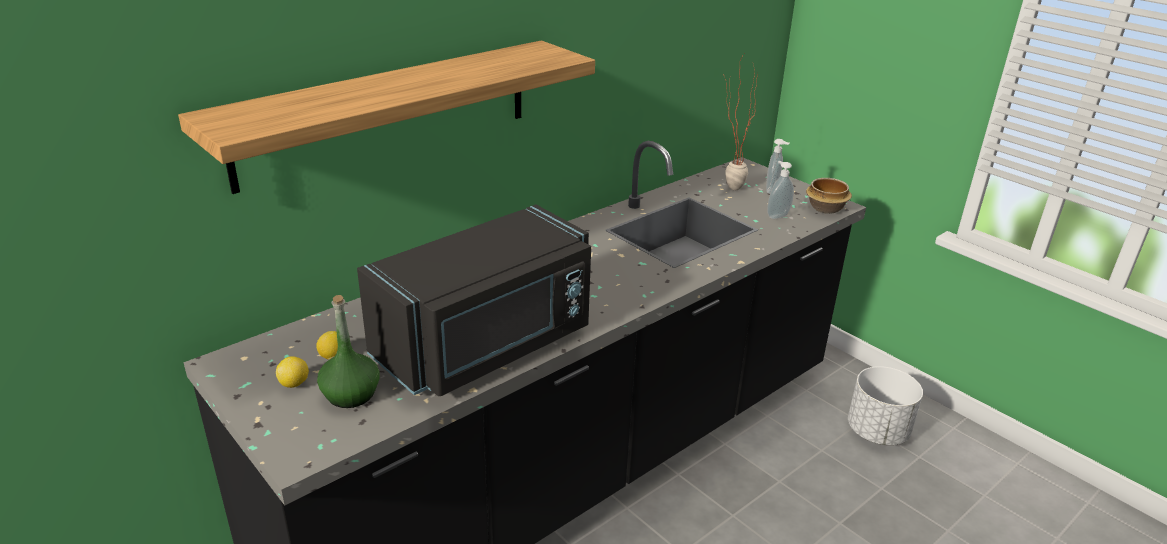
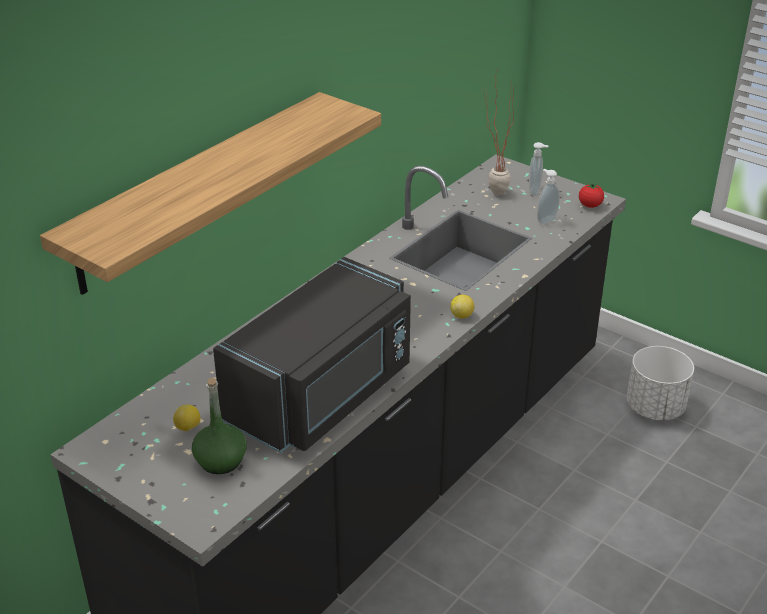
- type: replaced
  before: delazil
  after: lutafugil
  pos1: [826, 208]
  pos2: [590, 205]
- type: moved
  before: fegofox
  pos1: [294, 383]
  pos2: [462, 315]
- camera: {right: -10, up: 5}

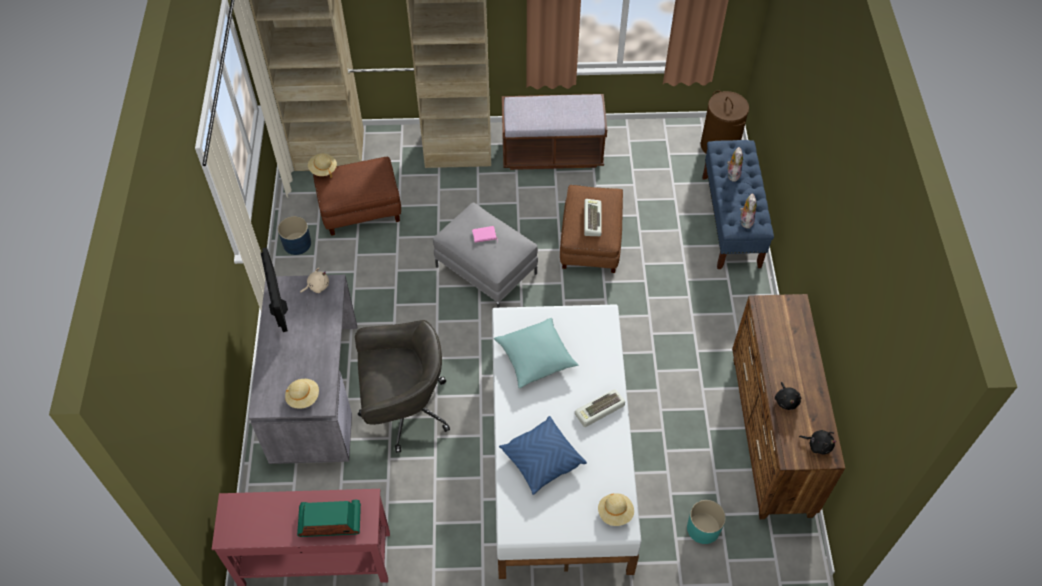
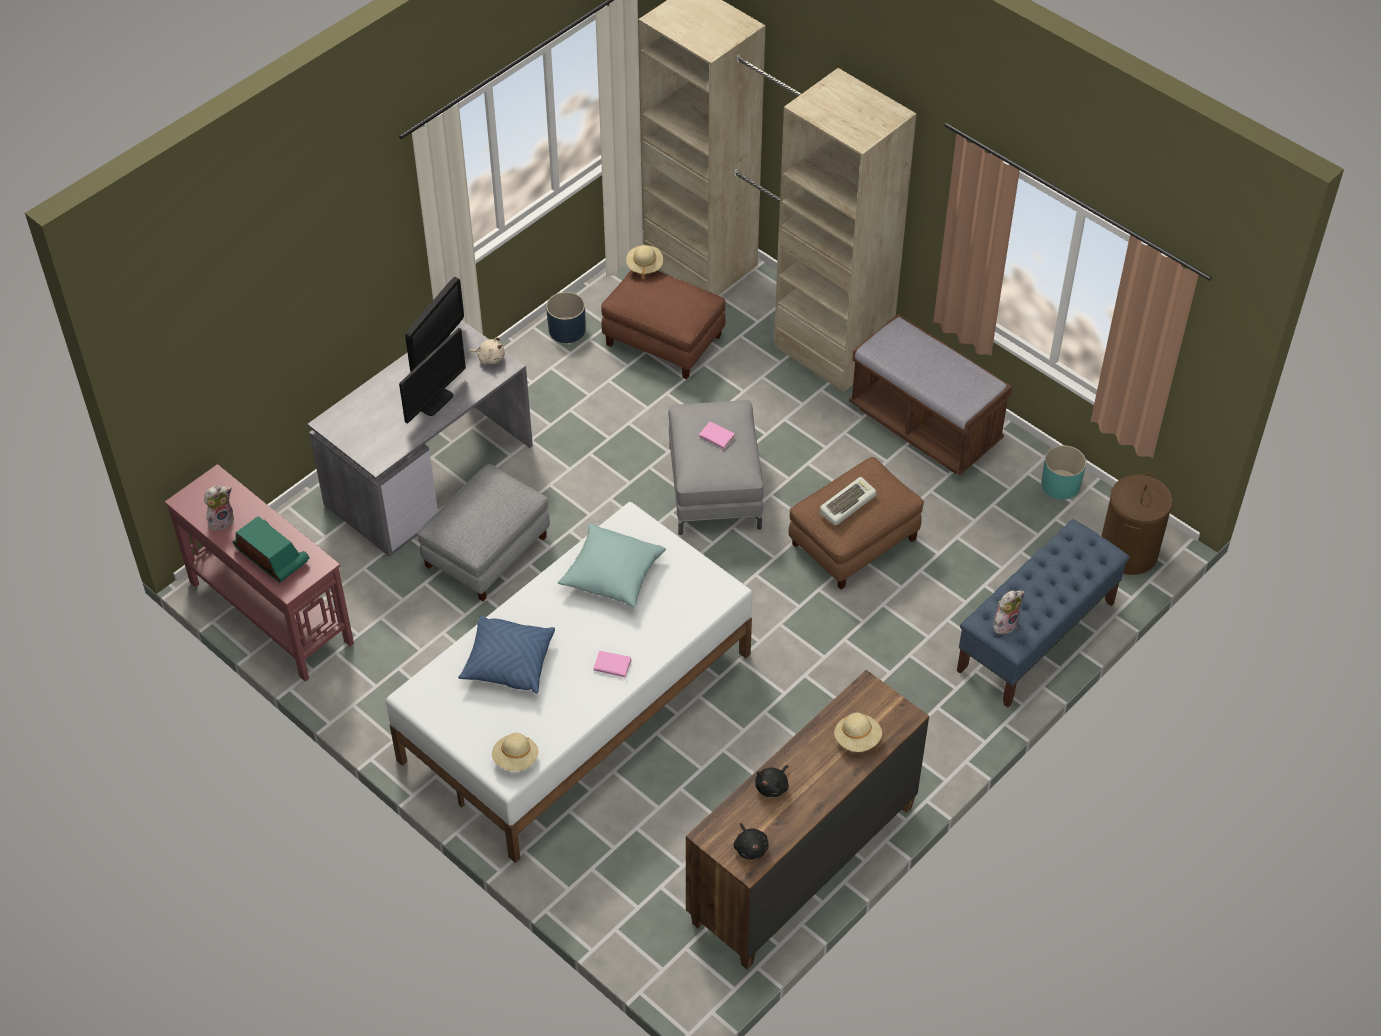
- type: moved
  before: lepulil
  pos1: [732, 174]
  pos2: [221, 520]
- type: replaced
  before: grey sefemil
  after: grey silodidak
  pos1: [404, 409]
  pos2: [487, 552]
- type: moved
  before: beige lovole
  pos1: [303, 397]
  pos2: [857, 739]
- type: replaced
  before: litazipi
  after: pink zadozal
  pos1: [599, 411]
  pos2: [612, 666]
- type: moved
  before: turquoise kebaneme
  pos1: [703, 528]
  pos2: [1060, 485]
- type: added
  after: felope
  pos2: [434, 400]
- camera: {right: 45, up: -5}

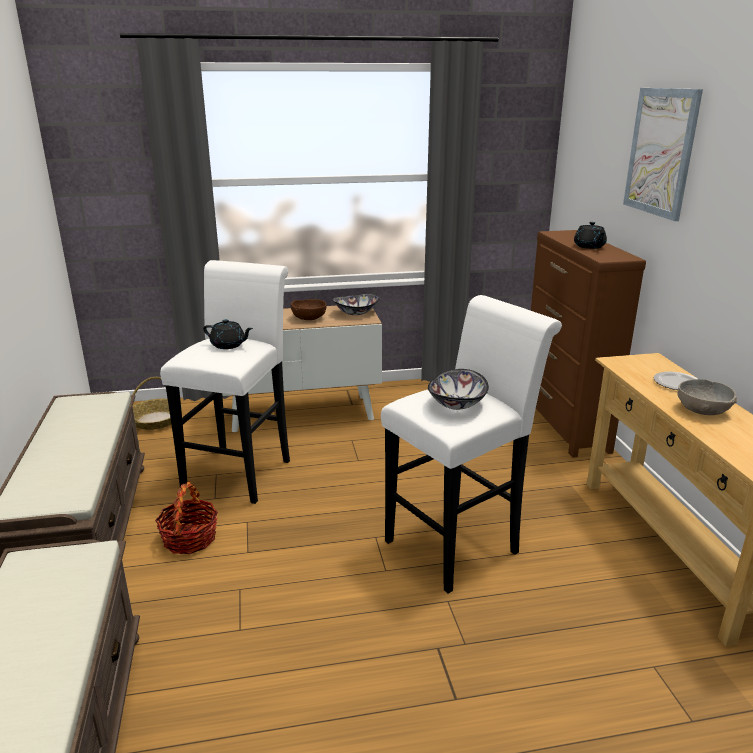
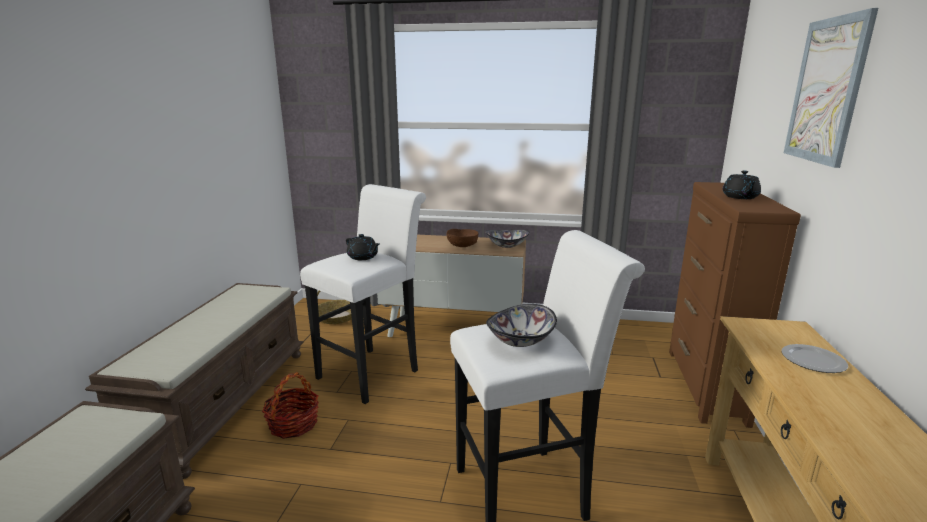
- type: removed
  before: grey delazil
  pos1: [702, 410]
- camera: {right: 20, up: -5}

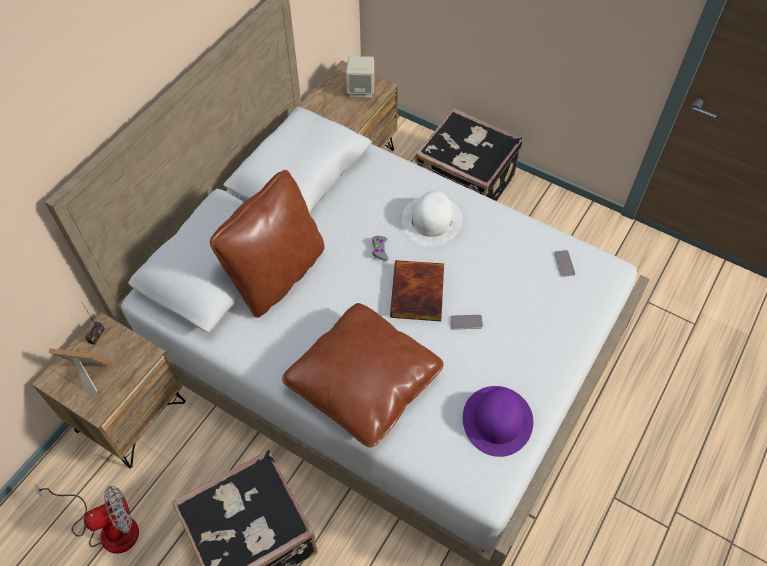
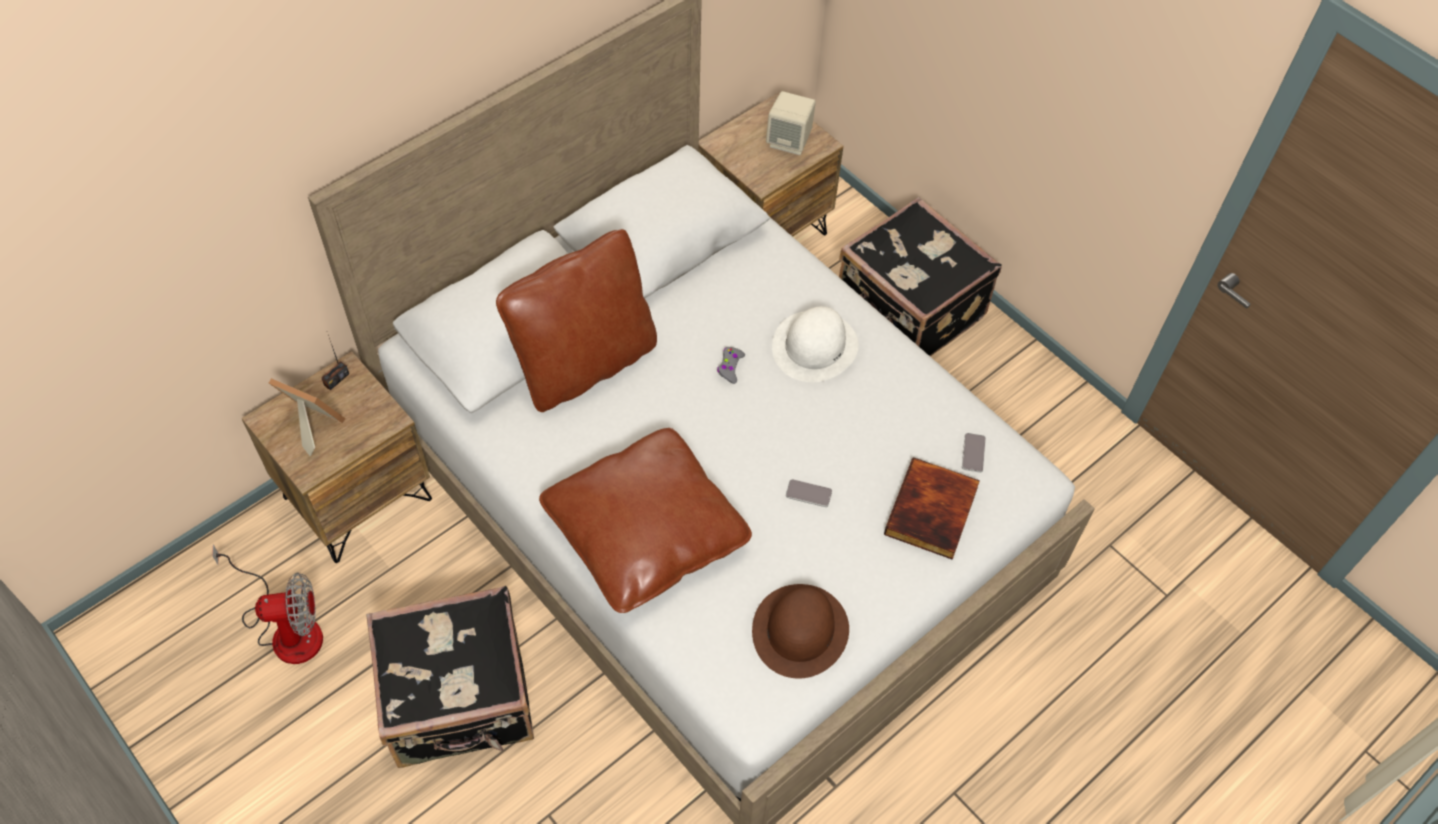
- type: moved
  before: zadozal
  pos1: [419, 293]
  pos2: [933, 512]
- type: recoloured
  before: purple lovole
  after: brown lovole
  pos1: [497, 420]
  pos2: [800, 630]
- camera: {right: 15, up: 0}

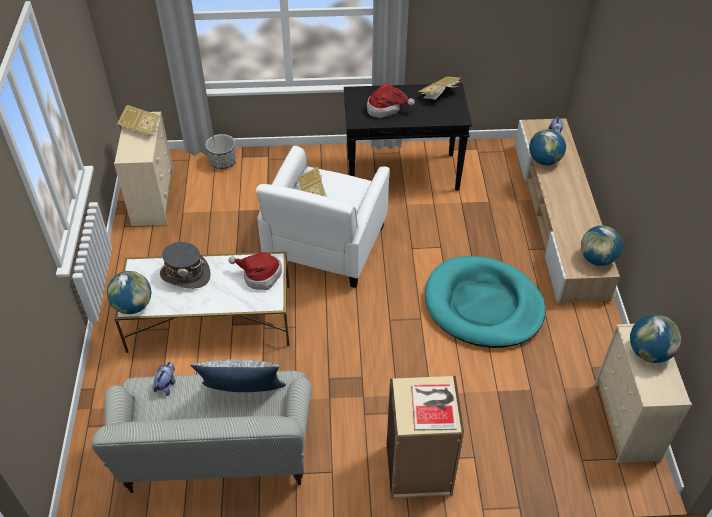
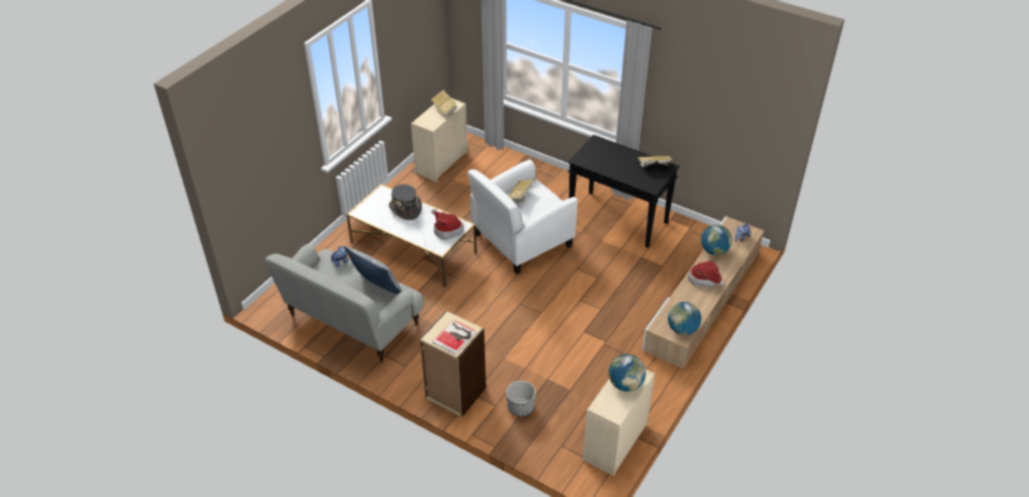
- type: moved
  before: lovole
  pos1: [386, 108]
  pos2: [705, 280]
- type: moved
  before: kebaneme
  pos1: [223, 162]
  pos2: [521, 407]
- type: removed
  before: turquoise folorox
  pos1: [483, 305]
- type: removed
  before: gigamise
  pos1: [133, 306]
- camera: {right: 35, up: -5}

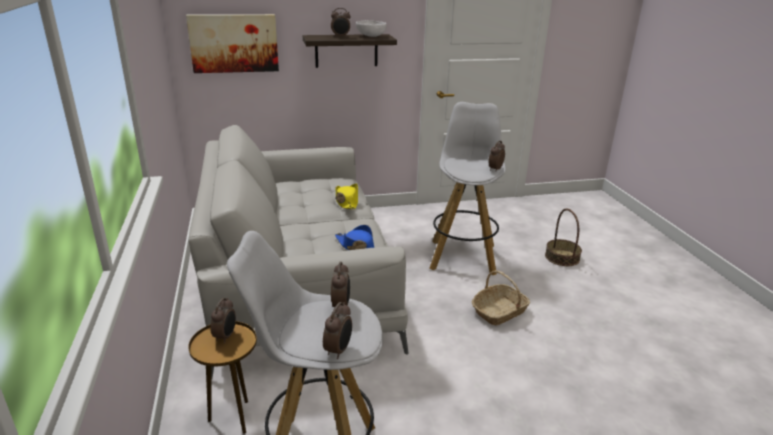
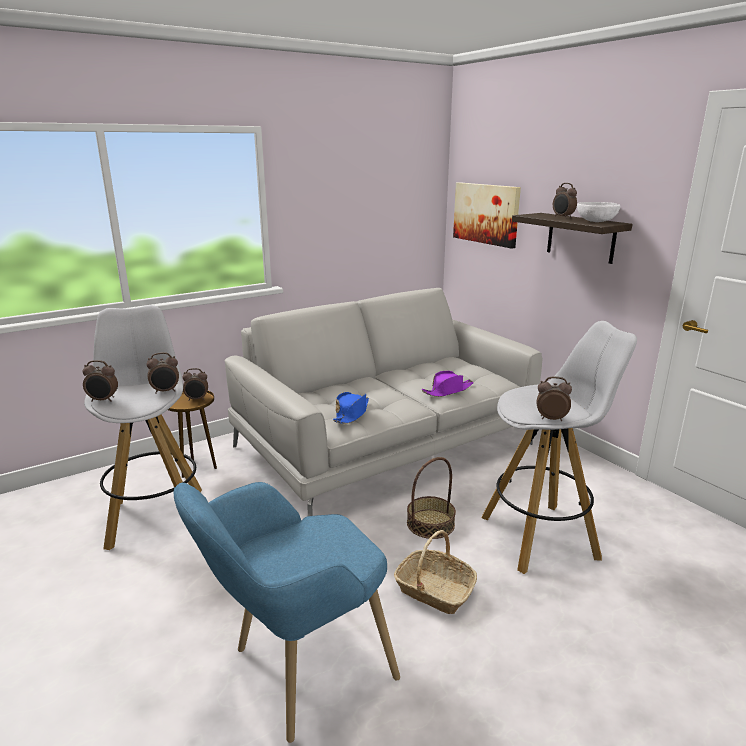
- type: recoloured
  before: yellow lovole
  after: purple lovole
  pos1: [347, 202]
  pos2: [448, 391]
- type: moved
  before: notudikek
  pos1: [562, 257]
  pos2: [430, 523]
- type: added
  after: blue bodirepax
  pos2: [296, 674]
- camera: {right: 70, up: -5}

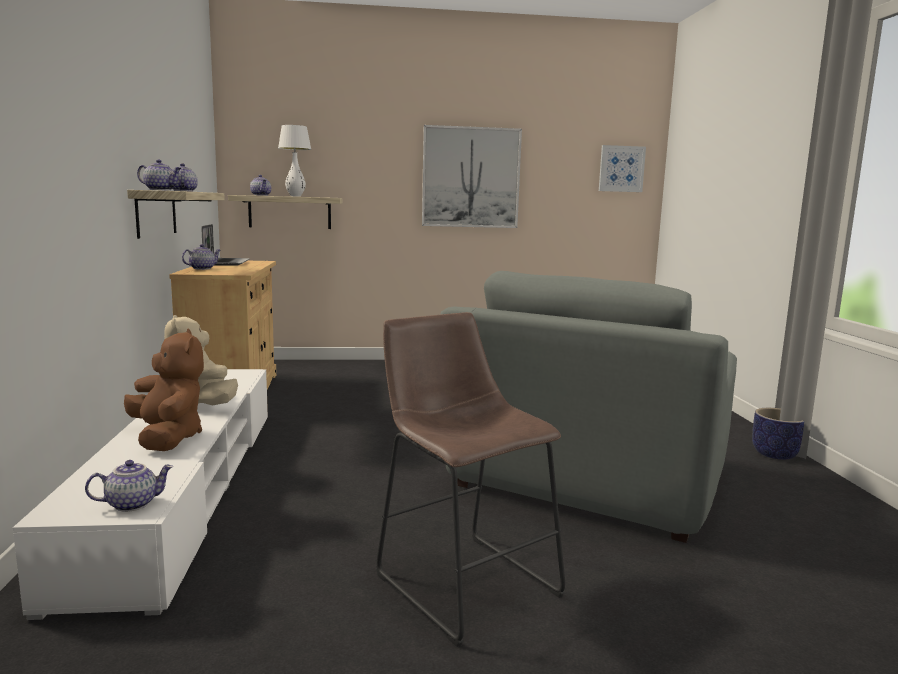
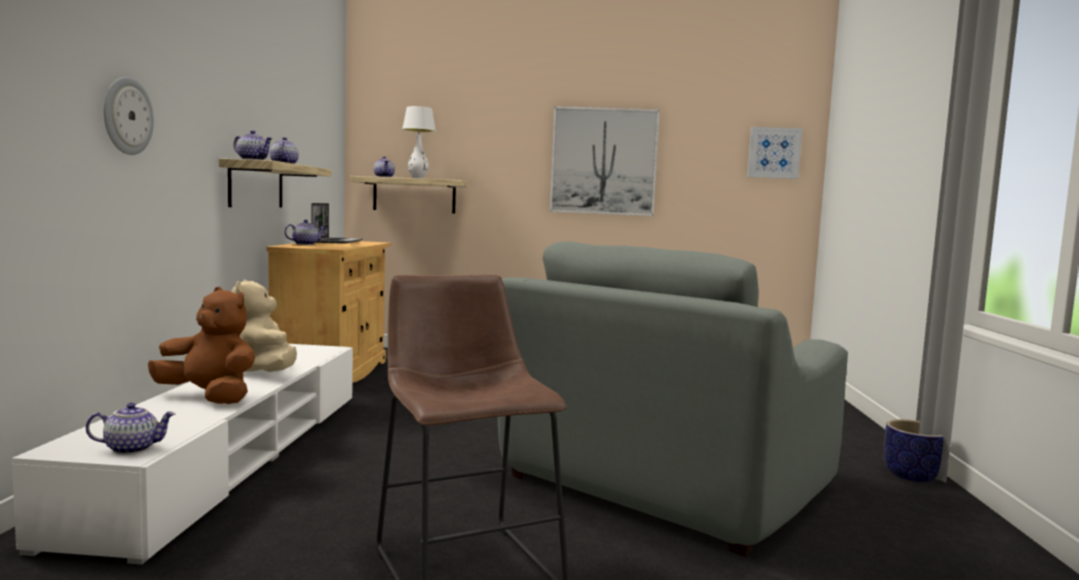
- type: turned
  before: brown lepulil
  pos1: [167, 438]
  pos2: [209, 398]
  turn: -45
- type: added
  after: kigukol
  pos2: [127, 116]
- camera: {right: 10, up: -5}

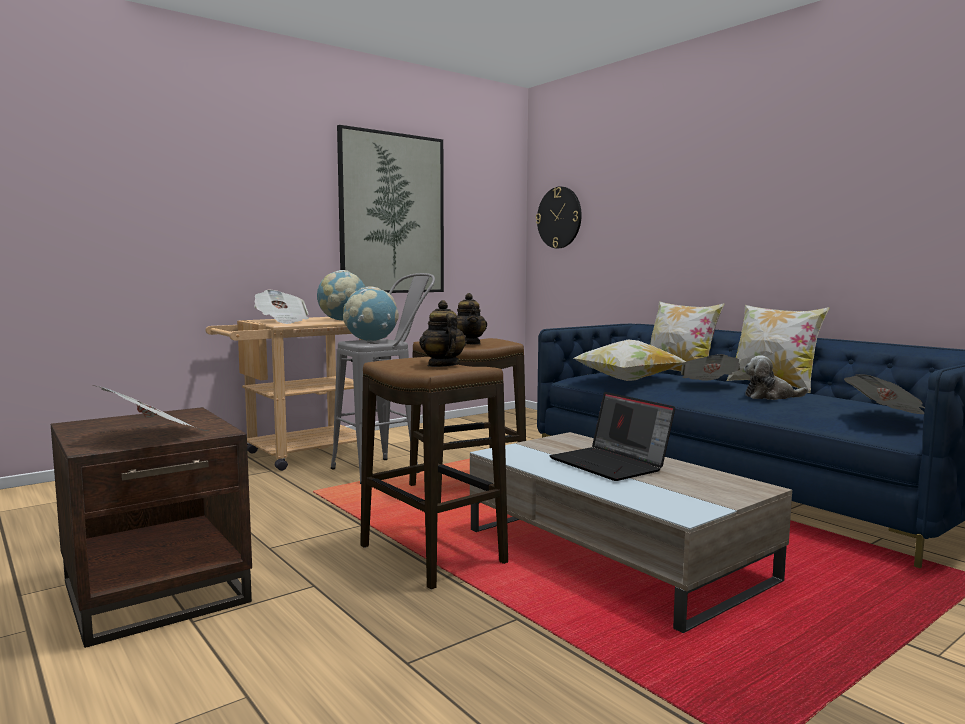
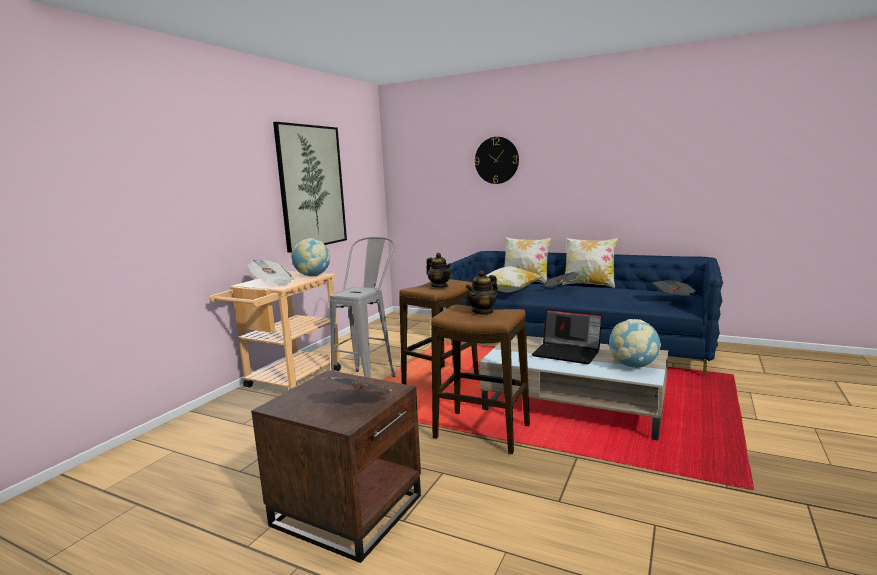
- type: moved
  before: kigukol
  pos1: [559, 217]
  pos2: [496, 160]
- type: moved
  before: gigamise
  pos1: [371, 341]
  pos2: [633, 366]
- type: turned
  before: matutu
  pos1: [443, 365]
  pos2: [483, 312]
  turn: -90
- type: removed
  before: lepulil
  pos1: [770, 397]
- camera: {right: -25, up: 5}

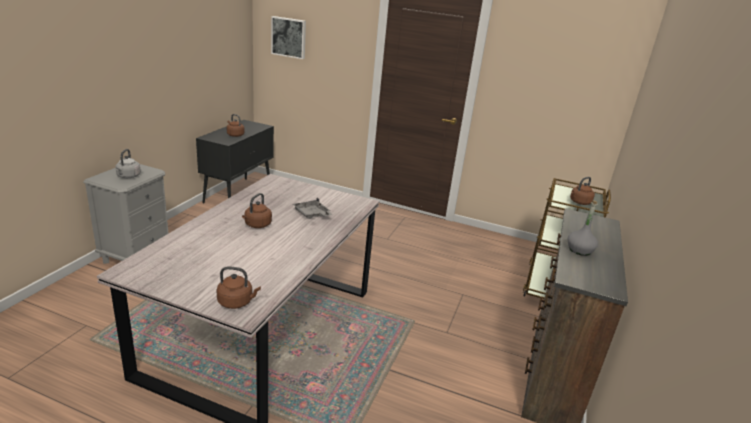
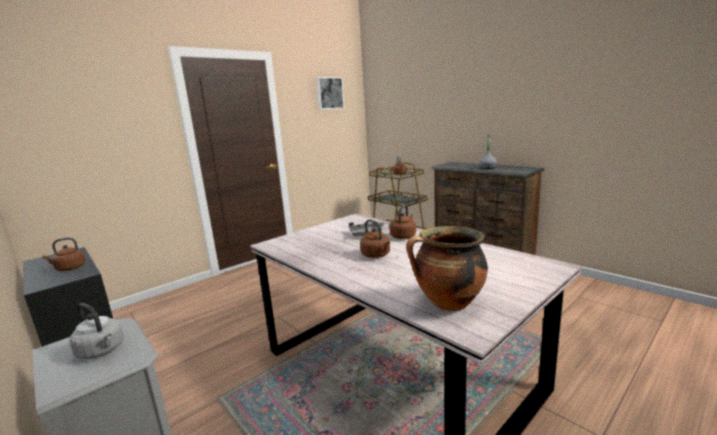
- type: moved
  before: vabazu
  pos1: [289, 37]
  pos2: [329, 93]
- type: moved
  before: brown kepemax
  pos1: [237, 302]
  pos2: [403, 236]
- type: added
  after: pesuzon
  pos2: [448, 304]
- camera: {right: -60, up: -10}

